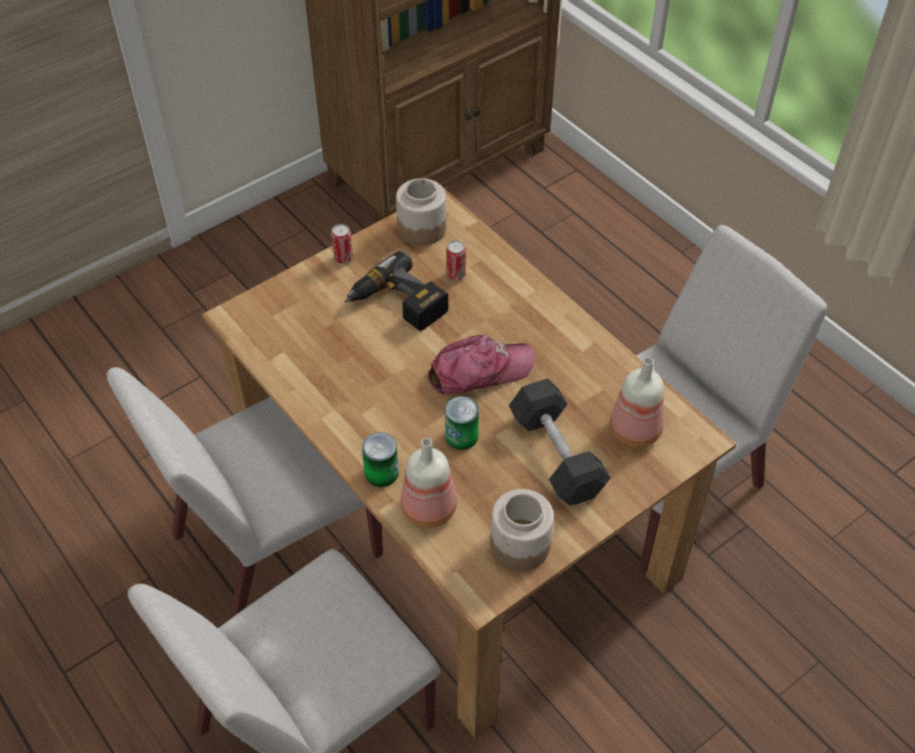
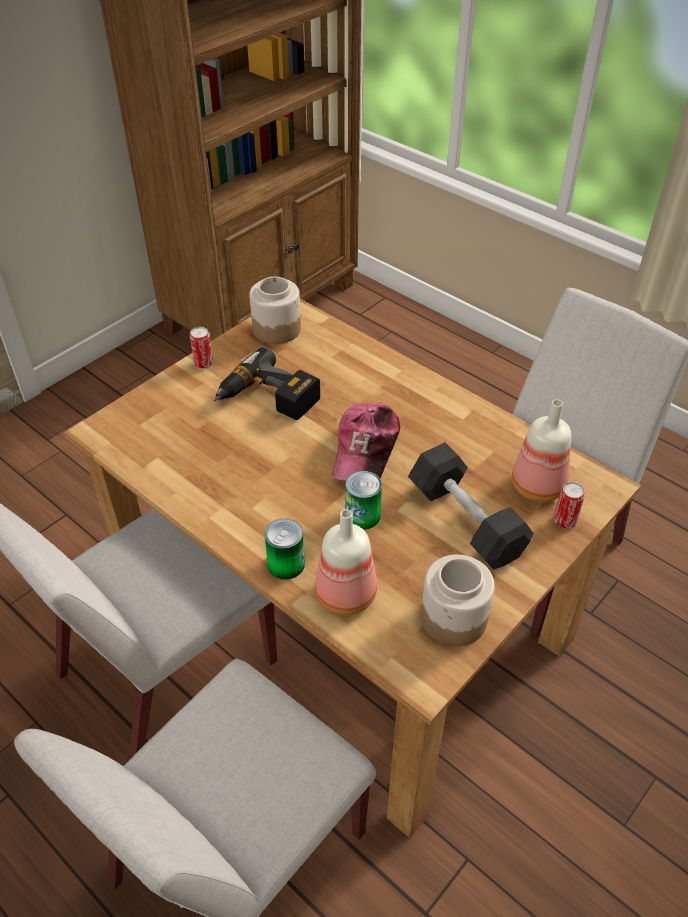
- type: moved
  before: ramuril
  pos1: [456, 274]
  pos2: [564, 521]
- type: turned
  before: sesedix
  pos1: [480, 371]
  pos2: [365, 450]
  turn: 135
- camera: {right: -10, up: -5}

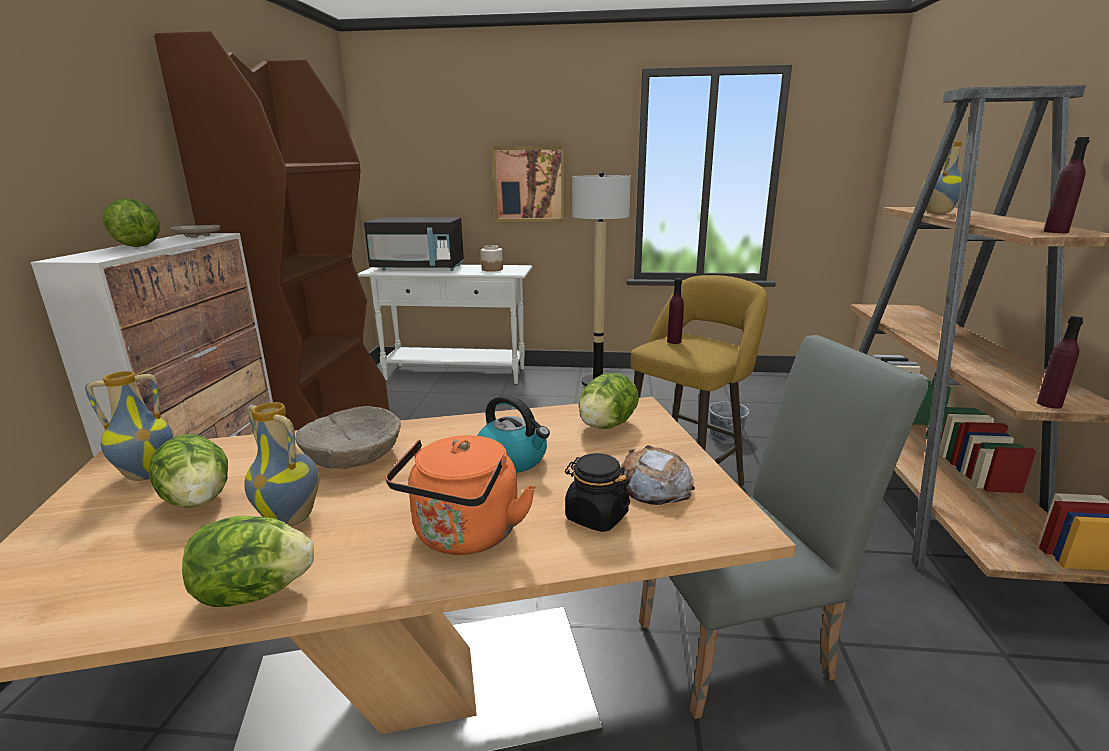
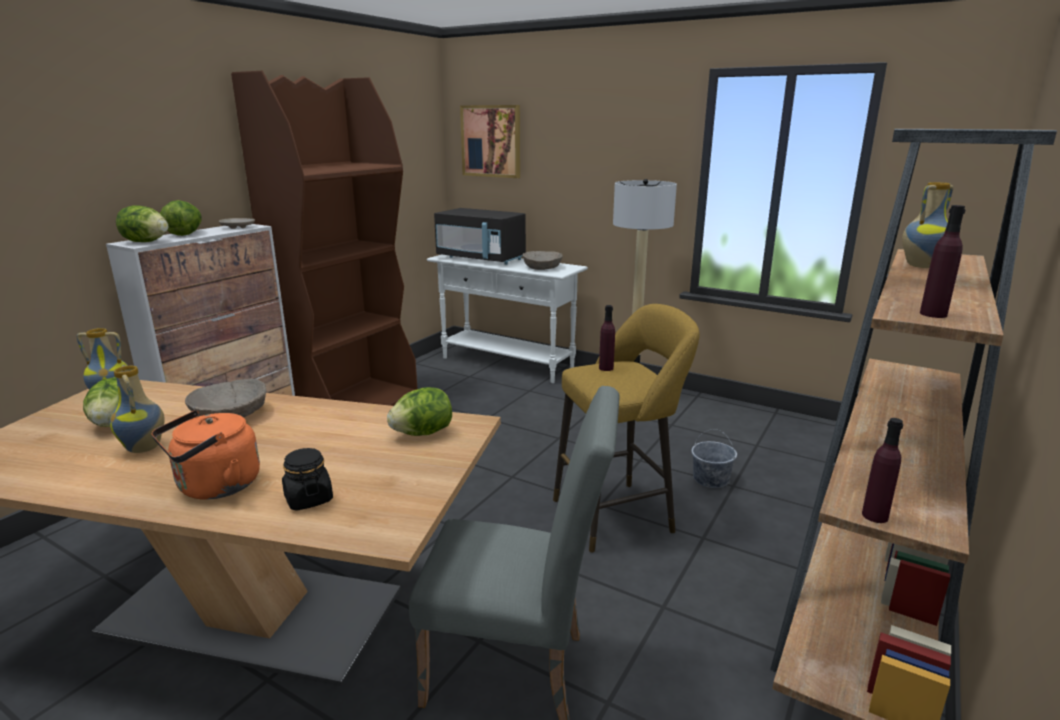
- type: moved
  before: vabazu
  pos1: [529, 184]
  pos2: [491, 141]
- type: replaced
  before: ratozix
  after: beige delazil
  pos1: [492, 269]
  pos2: [542, 267]
- type: removed
  before: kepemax
  pos1: [513, 459]
- type: removed
  before: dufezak
  pos1: [653, 485]
- type: moved
  before: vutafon
  pos1: [254, 593]
  pos2: [146, 242]
- camera: {right: 25, up: 0}

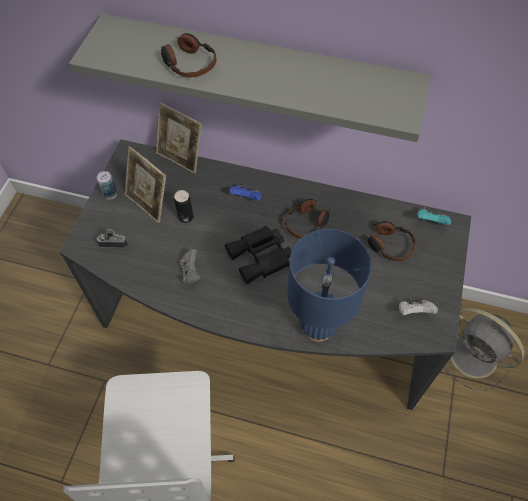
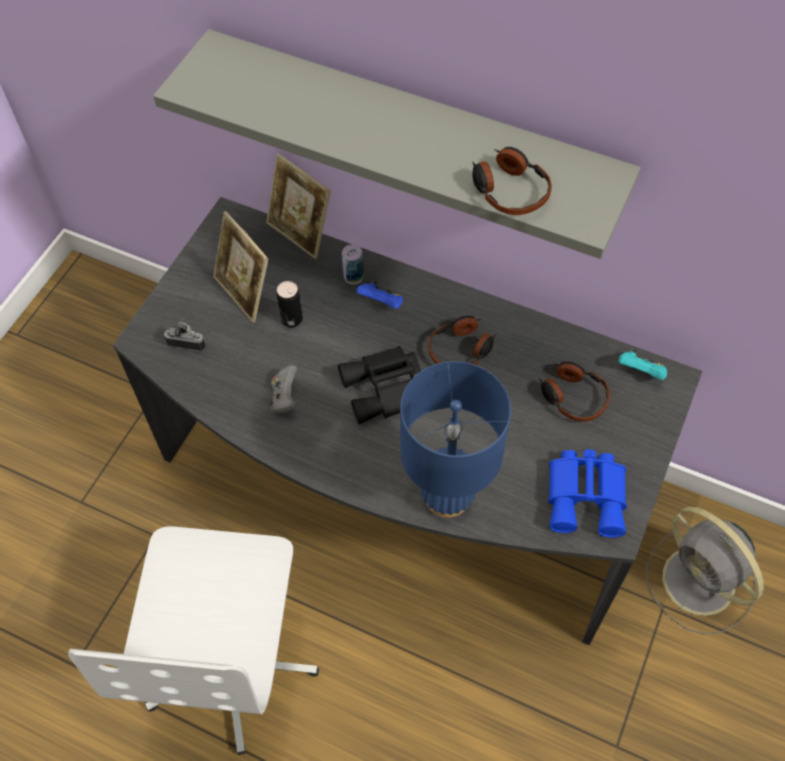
- type: moved
  before: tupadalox
  pos1: [188, 63]
  pos2: [509, 190]
- type: moved
  before: ramuril
  pos1: [110, 194]
  pos2: [353, 277]
- type: replaced
  before: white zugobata
  after: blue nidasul
  pos1: [414, 312]
  pos2: [587, 496]
- camera: {right: 10, up: 0}

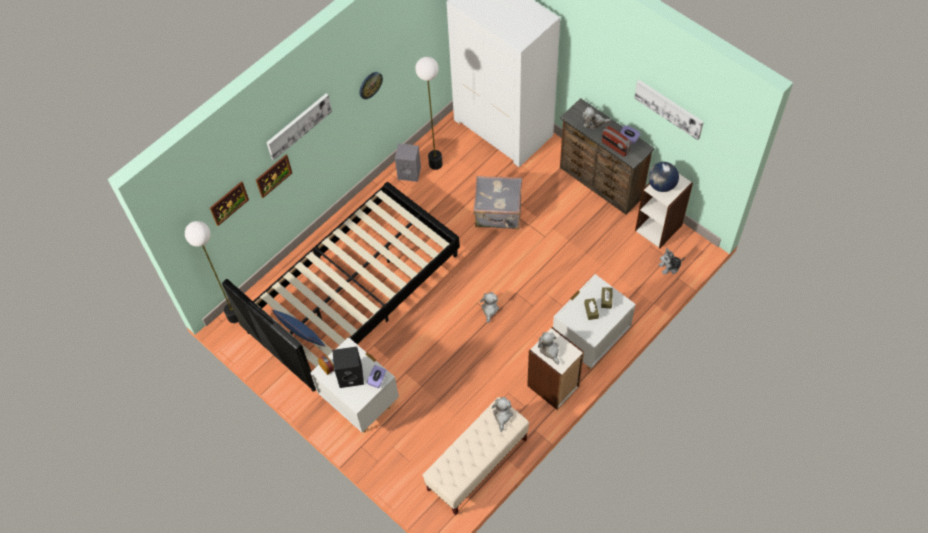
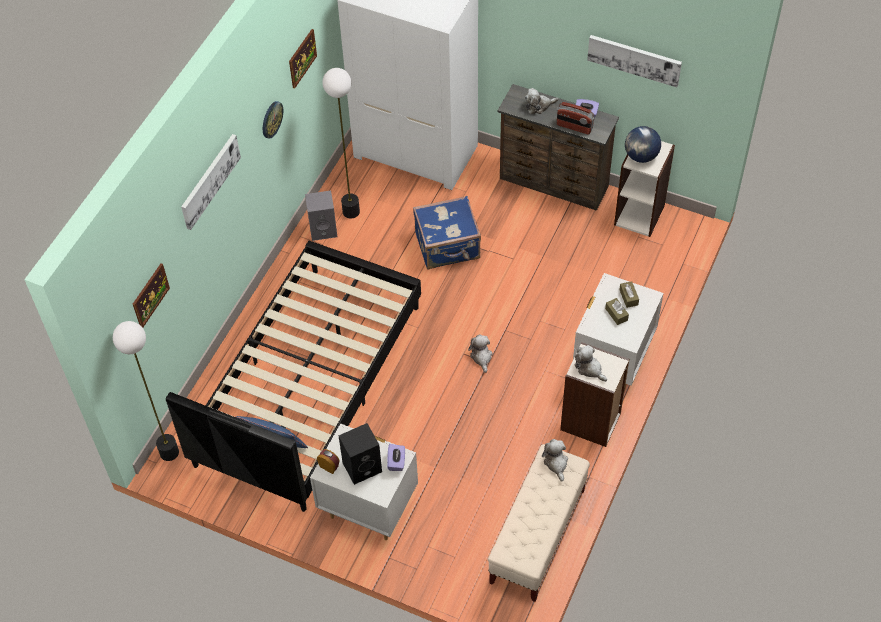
- type: moved
  before: vabazu
  pos1: [273, 175]
  pos2: [302, 58]
- type: recoloured
  before: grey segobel
  after: blue segobel
  pos1: [498, 213]
  pos2: [448, 247]
- type: removed
  before: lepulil
  pos1: [670, 266]
- camera: {right: -20, up: -5}

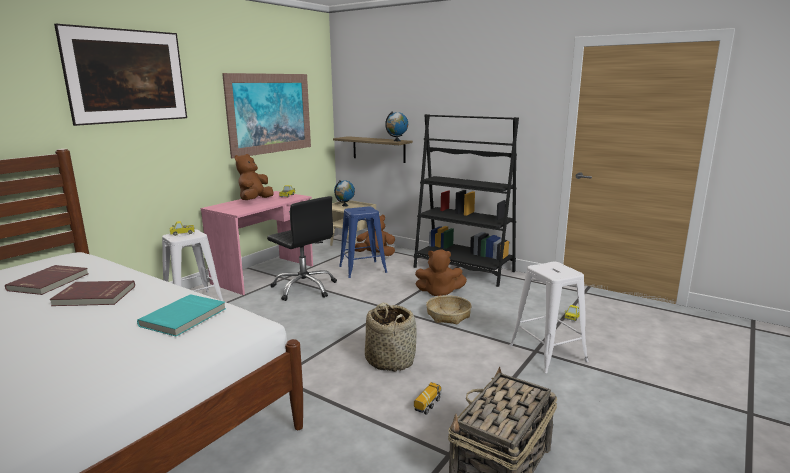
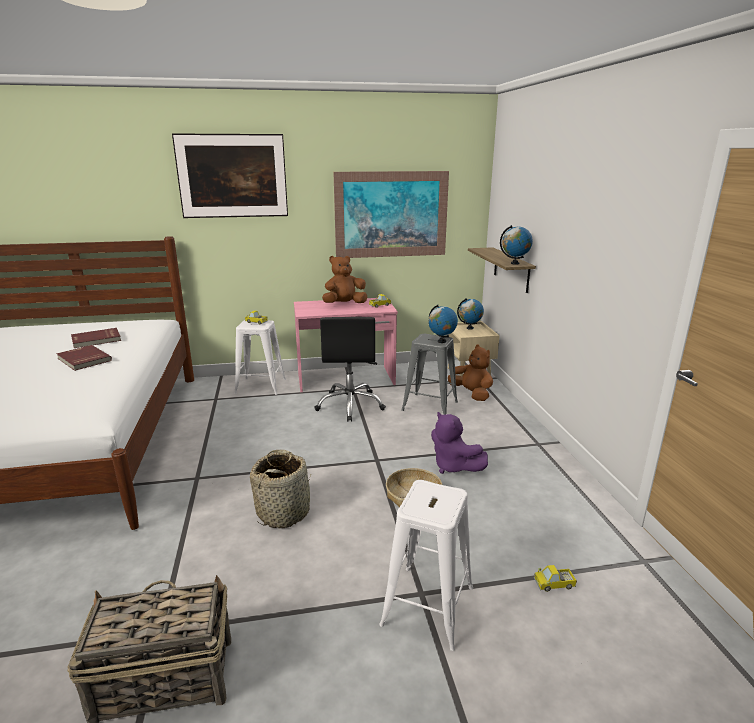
- type: removed
  before: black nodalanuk
  pos1: [463, 269]
- type: recoloured
  before: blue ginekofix
  after: grey ginekofix
  pos1: [362, 269]
  pos2: [429, 406]
- type: recoloured
  before: brown lepulil
  after: purple lepulil
  pos1: [439, 293]
  pos2: [453, 466]
- type: removed
  before: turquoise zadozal
  pos1: [184, 317]
- type: removed
  before: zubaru
  pos1: [428, 405]
- type: added
  after: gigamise
  pos2: [441, 341]
- camera: {right: 45, up: 5}

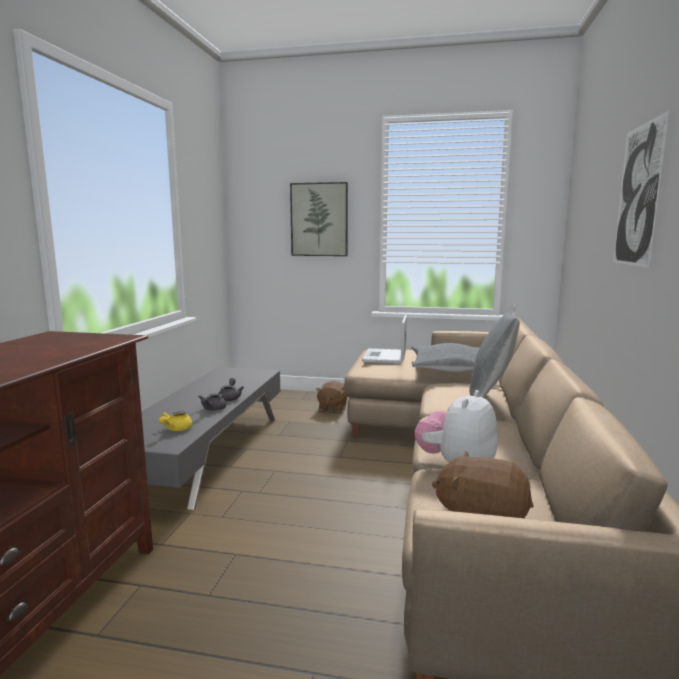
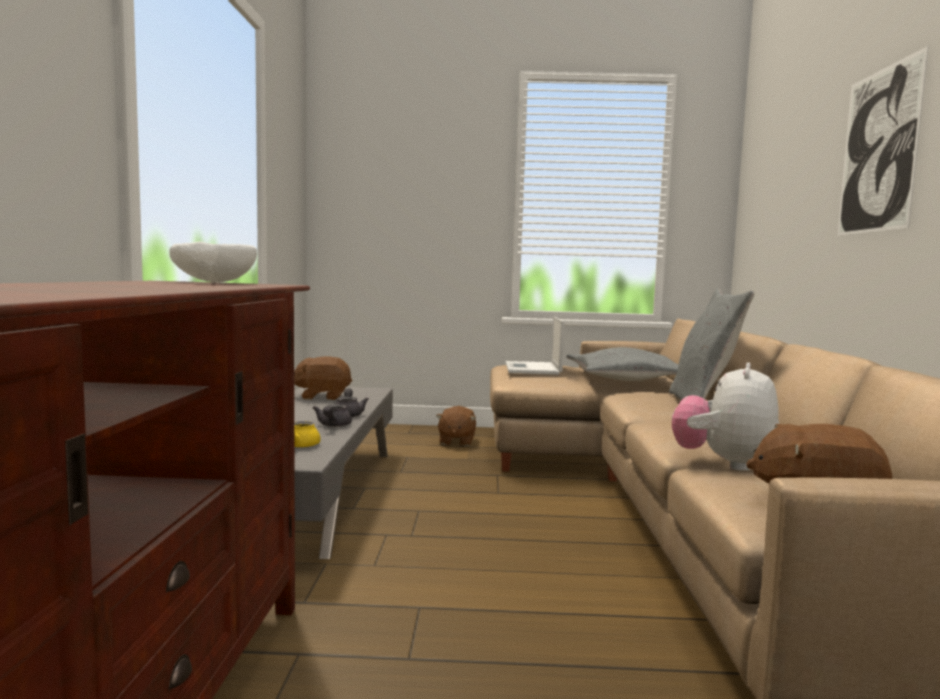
- type: removed
  before: vabazu
  pos1: [319, 219]
- type: added
  after: white delazil
  pos2: [212, 282]
- type: added
  after: brown lepulil
  pos2: [323, 396]
- camera: {right: -10, up: -5}

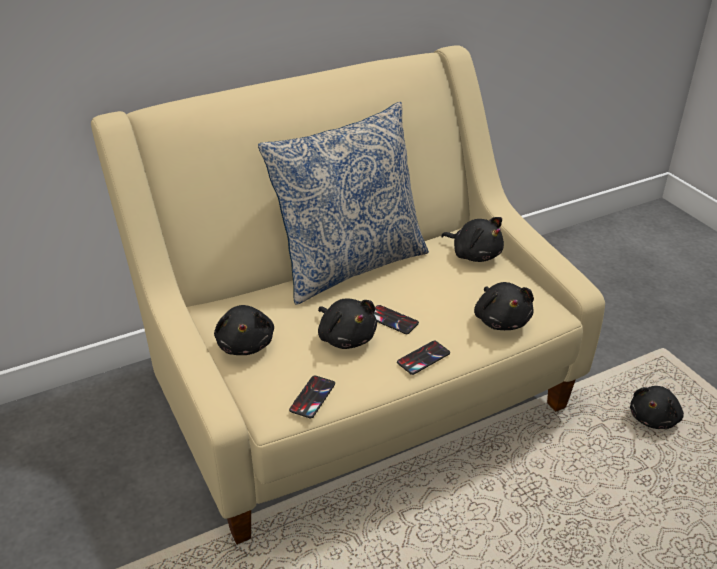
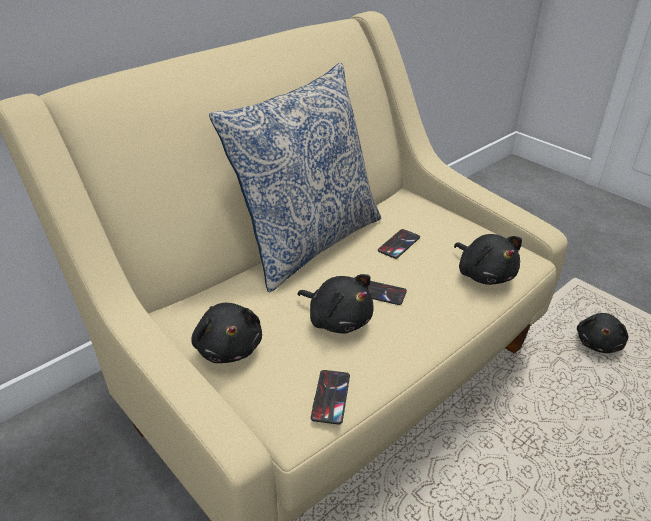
- type: removed
  before: black lepulil
  pos1: [474, 254]
- type: moved
  before: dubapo
  pos1: [423, 358]
  pos2: [399, 244]
- camera: {right: -15, up: 0}

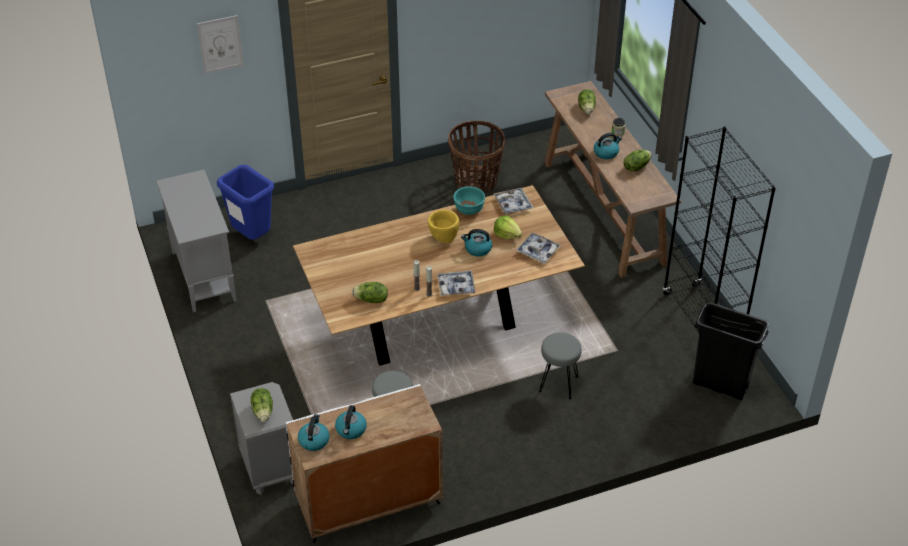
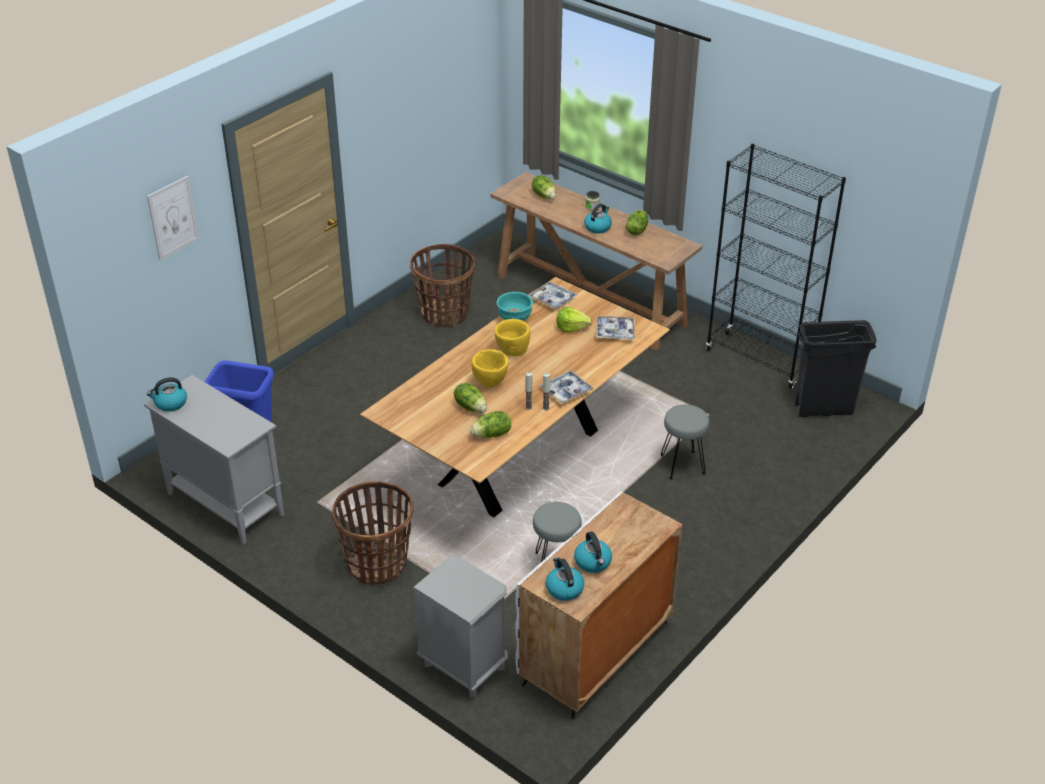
- type: moved
  before: kepemax
  pos1: [477, 249]
  pos2: [170, 403]
- type: moved
  before: vutafon
  pos1: [263, 411]
  pos2: [471, 407]
- type: added
  after: yellow delazil
  pos2: [490, 383]
- type: added
  after: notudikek
  pos2: [377, 564]
- camera: {right: -30, up: -5}

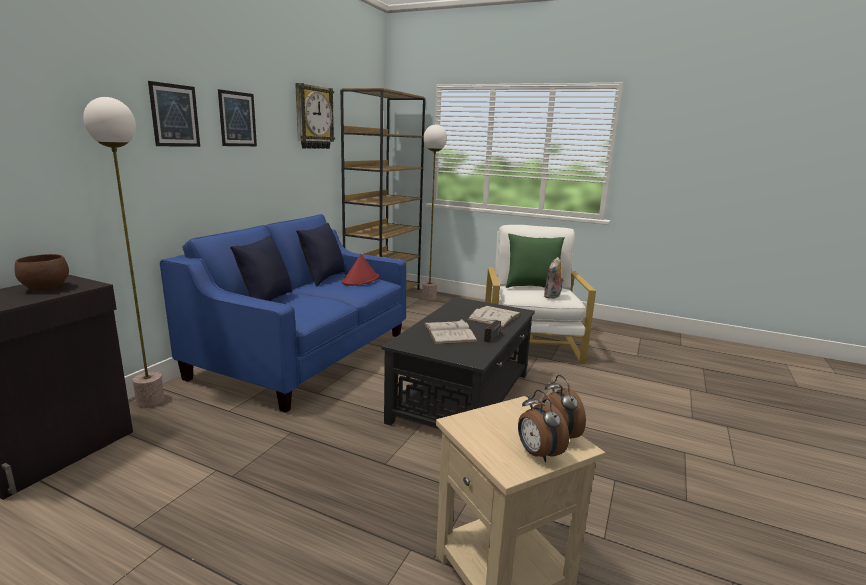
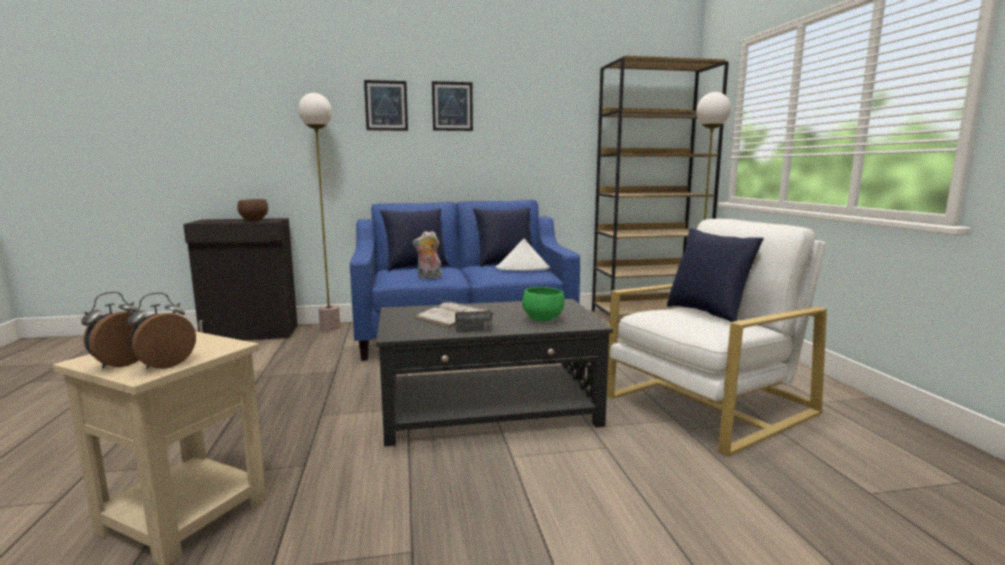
- type: removed
  before: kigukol
  pos1: [313, 117]
- type: recoloured
  before: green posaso
  after: blue posaso
  pos1: [532, 287]
  pos2: [707, 313]
- type: recoloured
  before: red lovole
  after: white lovole
  pos1: [360, 280]
  pos2: [523, 268]
- type: moved
  before: lepulil
  pos1: [552, 296]
  pos2: [428, 277]
- type: replaced
  before: white zadozal
  after: green delazil
  pos1: [494, 316]
  pos2: [543, 319]
- camera: {right: 55, up: -5}

